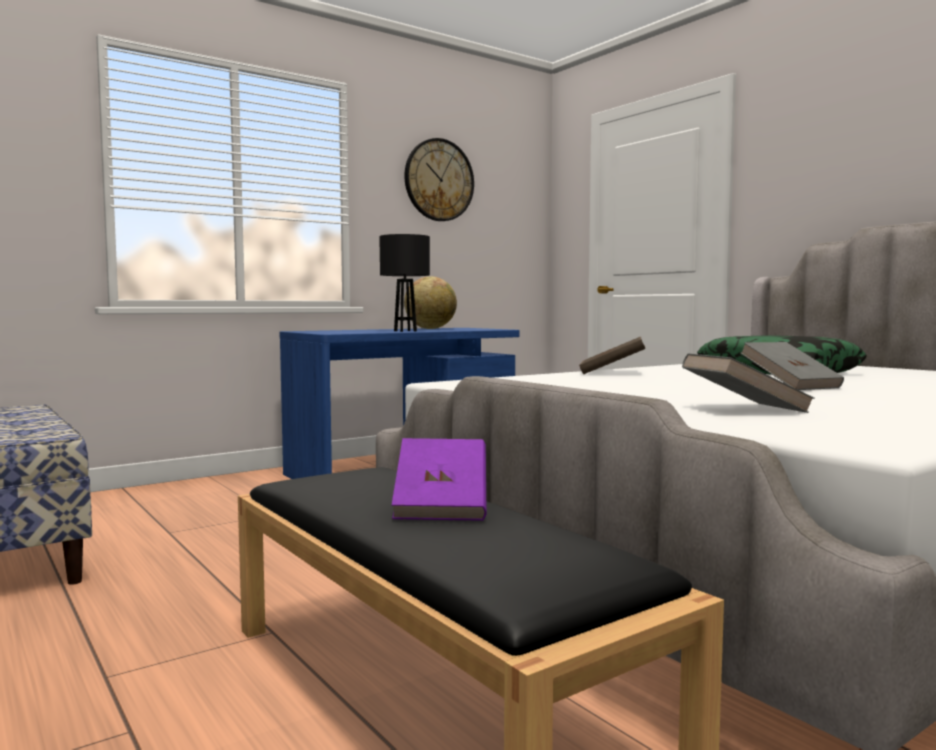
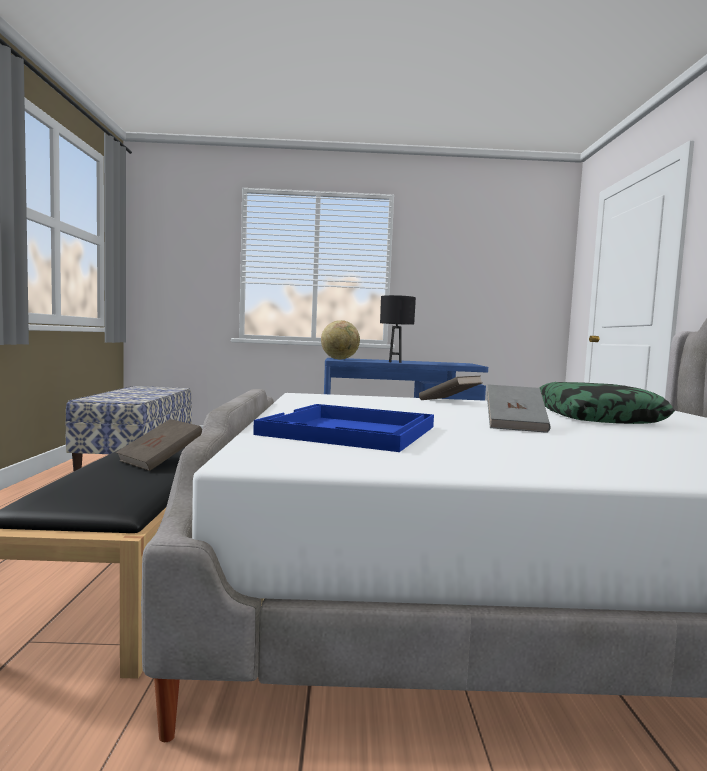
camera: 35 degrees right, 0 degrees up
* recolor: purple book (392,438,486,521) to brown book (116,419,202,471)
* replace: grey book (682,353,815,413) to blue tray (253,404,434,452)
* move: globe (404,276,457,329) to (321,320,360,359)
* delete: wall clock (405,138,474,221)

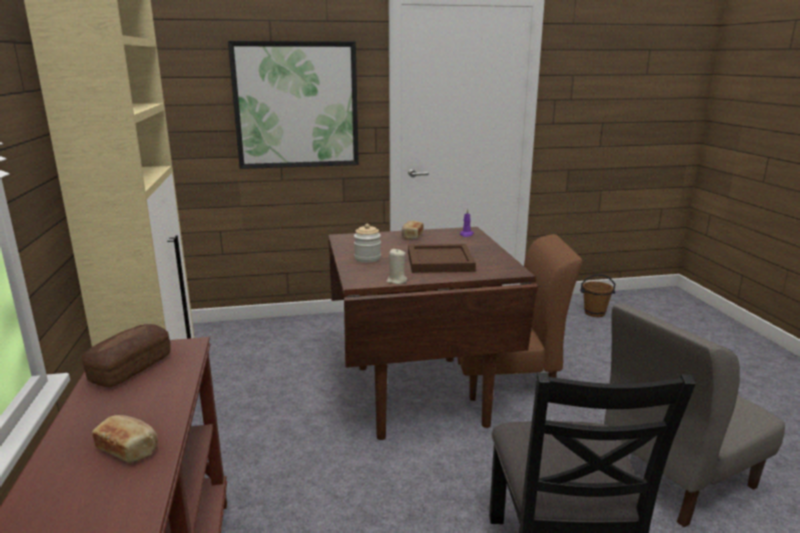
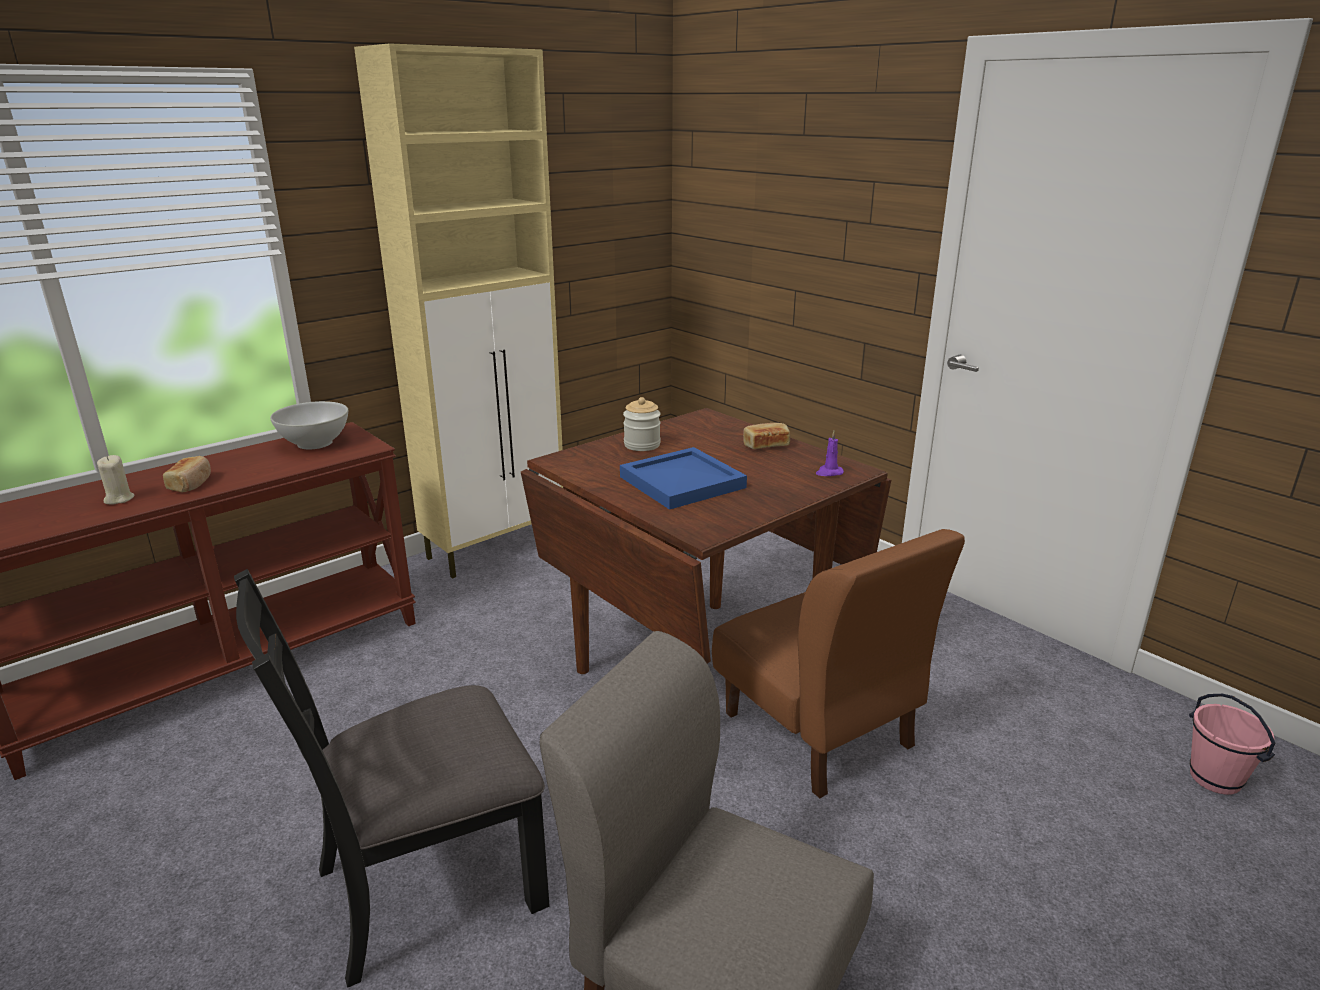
camera: 60 degrees right, 5 degrees up
* move: beige candle (386,249,407,284) to (97,455,134,505)
* replace: bread (81,324,171,387) to white bowl (270,401,348,450)
* recolor: brown tray (408,244,476,273) to blue tray (620,447,747,510)
* recolor: brown bucket (580,274,615,317) to pink bucket (1189,694,1275,795)
* delete: picture (228,41,359,169)

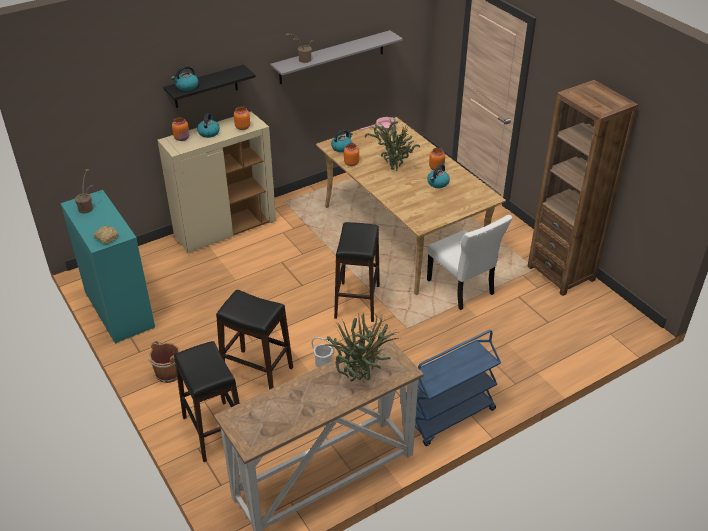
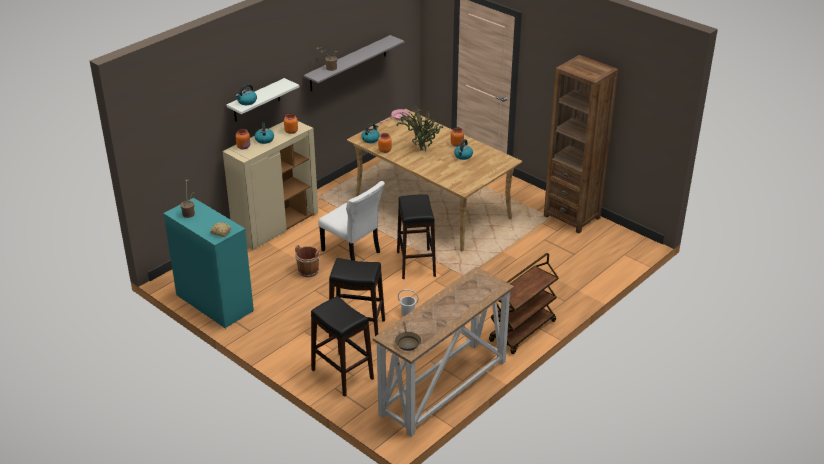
camera: 15 degrees left, 5 degrees down
* recolor: black shelf (163,65,256,108) to white shelf (226,78,299,122)
* move: brown bucket (148,341,181,383) to (295,245,322,277)
* move: white chair (427,215,512,310) to (318,181,385,261)
* insert: brown frying pan (395,322,421,351)
* recolor: blue cart (406,330,501,446) to brown cart (489,253,559,354)
* delete: potted plant (323,313,401,382)

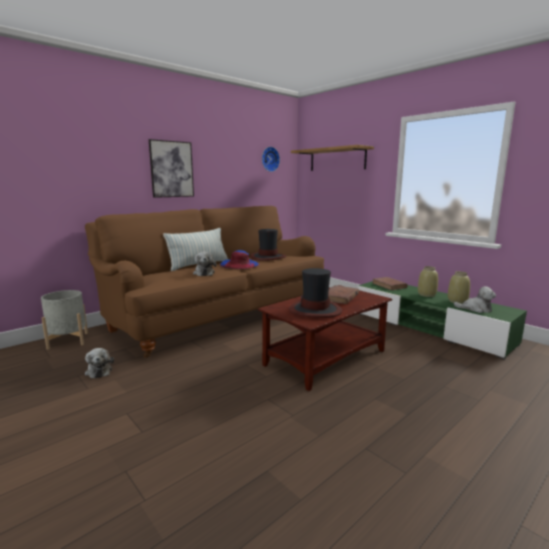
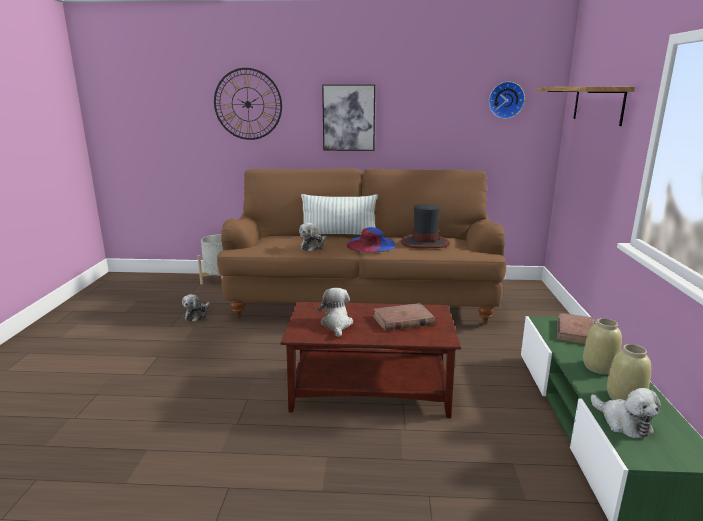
camera: 45 degrees right, 5 degrees up
* insert: wall clock (214,68,282,140)
* replace: hat (289,268,342,318) to plush toy (318,288,353,337)

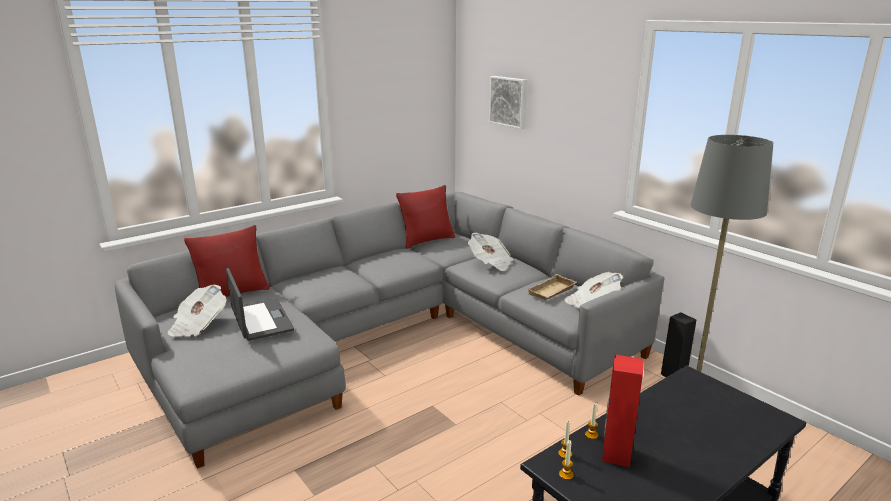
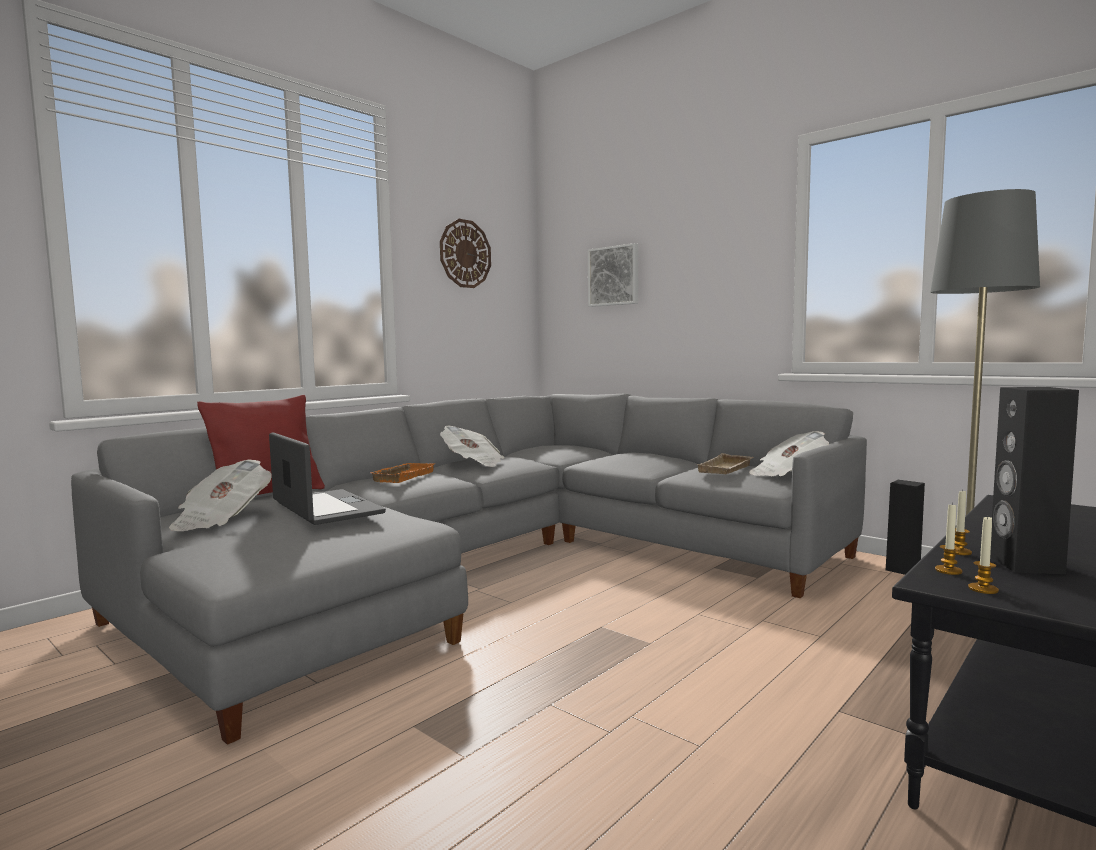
camera: 10 degrees left, 15 degrees down
* insert: orange tray (371,463,435,483)
* insert: wall clock (440,219,491,288)
* move: newspaper (468,233,513,271) to (440,426,504,467)
* recolor: red speaker (602,354,644,467) to black speaker (990,387,1079,574)
* delete: red pillow (396,185,455,249)

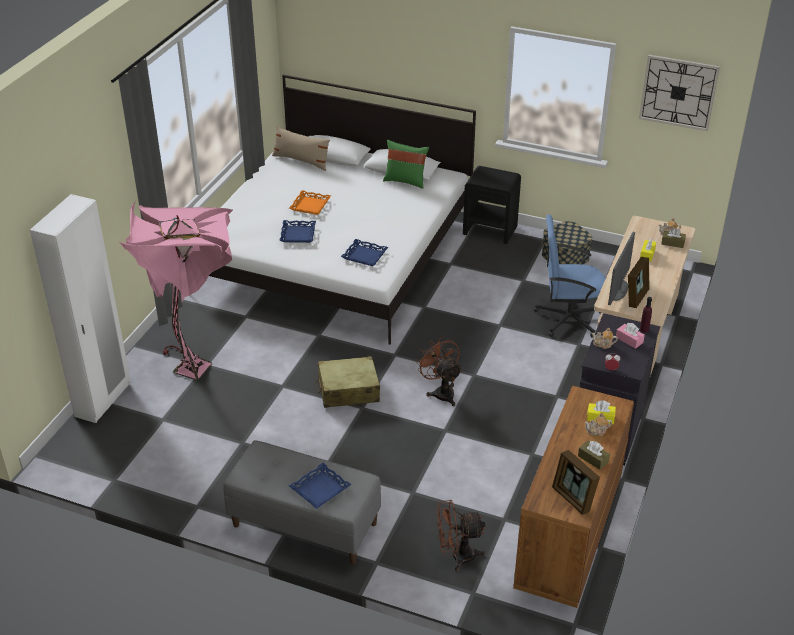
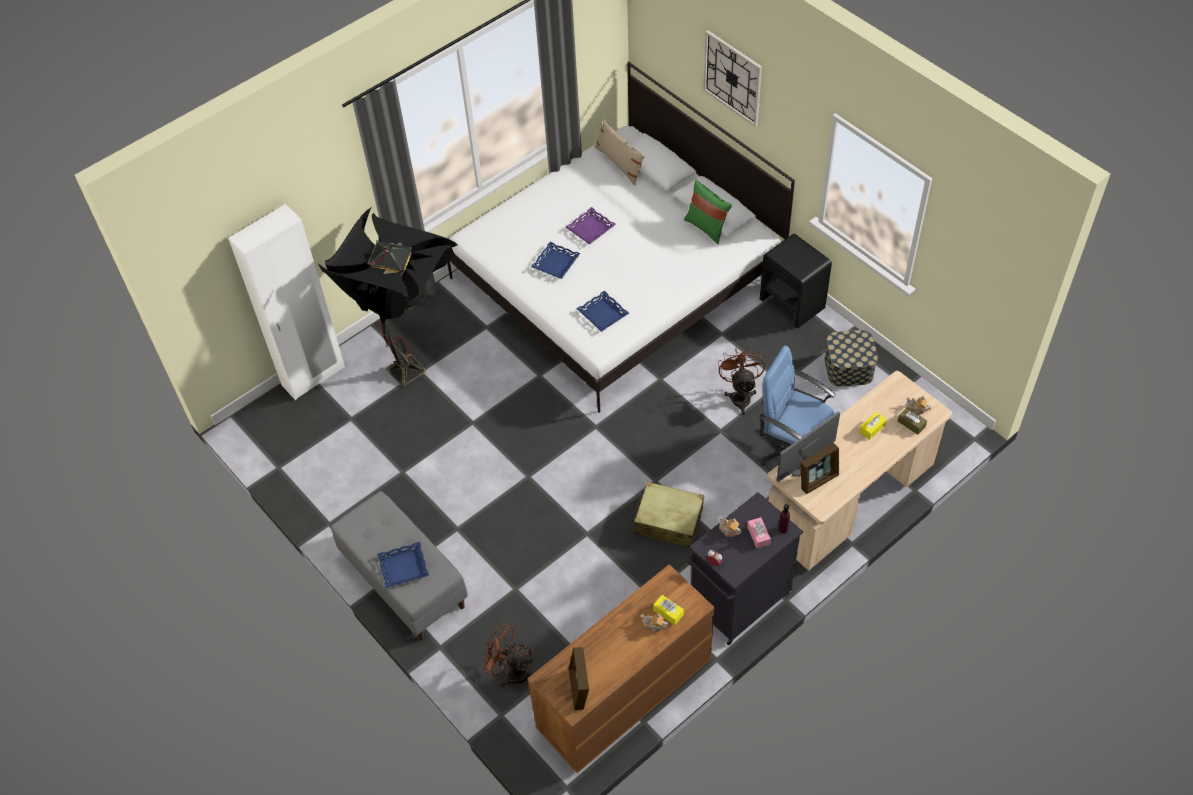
camera: 30 degrees right, 15 degrees up
* recolor: pink floor lamp (120,201,233,380) to black floor lamp (318,207,458,386)
* recolor: orange tray (289,190,331,215) to purple tray (565,207,616,245)
* move: beige suitcase (316,356,380,408) to (634,482,704,548)
* move: wall clock (639,55,720,131) to (703,30,762,127)
* move: brown fan (415,336,462,406) to (718,347,765,415)
* delete: brown tissue box (578,441,610,470)

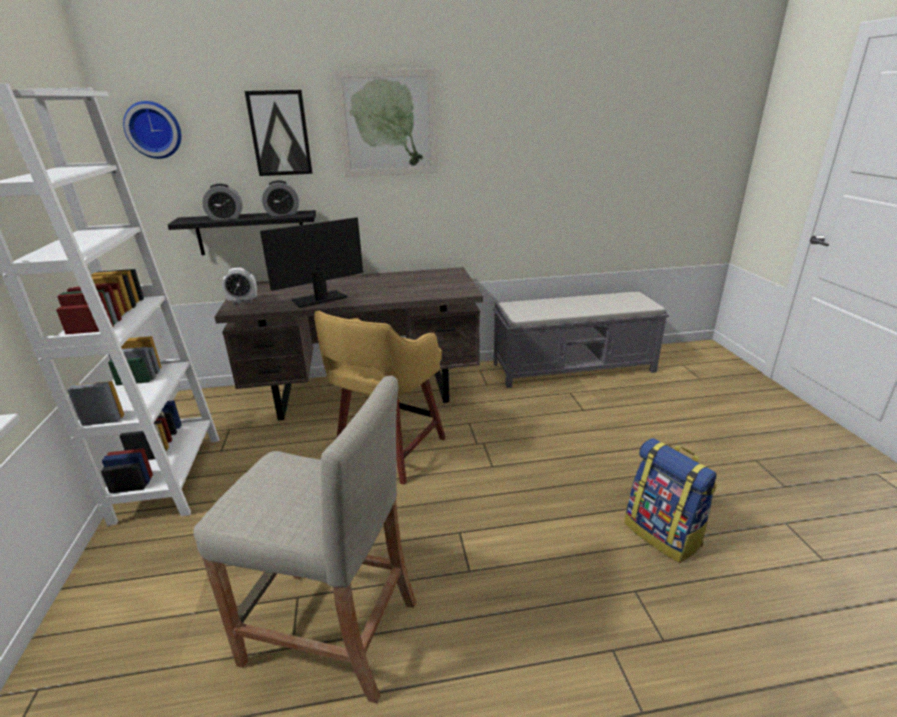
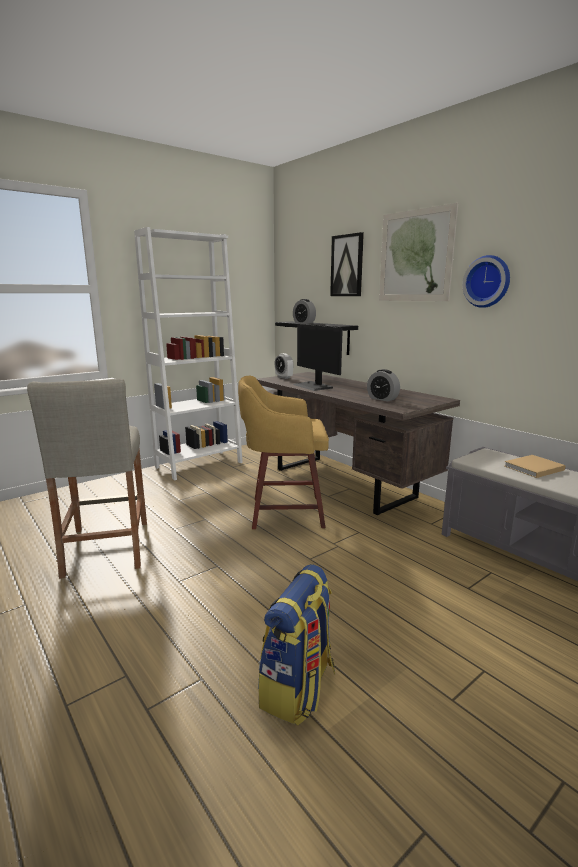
camera: 60 degrees right, 10 degrees down
* rotate: monitor (260,217,363,308) = (293,324,343,391) 150 degrees counterclockwise
* move: alarm clock (262,180,299,216) to (367,369,400,401)
* move: wall clock (123,101,181,159) to (462,255,510,308)
* insert: beige book (504,455,566,478)

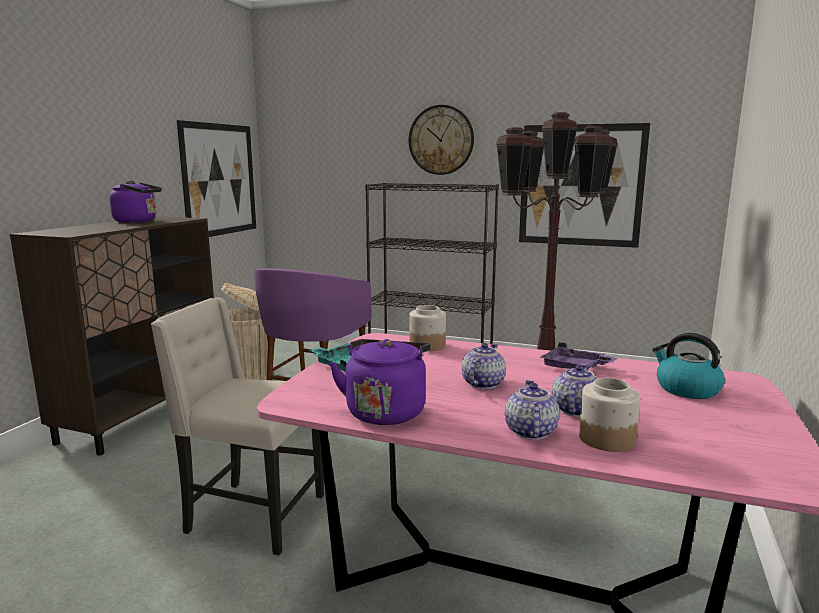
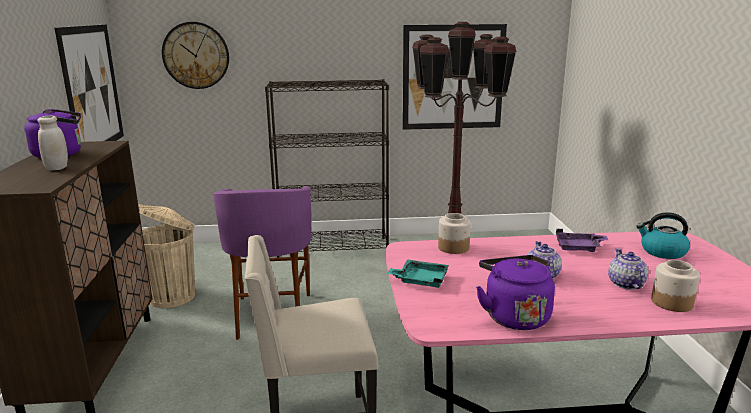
camera: 25 degrees left, 5 degrees up
* insert: white jar (37,116,68,170)
* move: wall clock (409,105,474,175) to (162,22,229,89)
* delete: teapot (505,380,559,440)

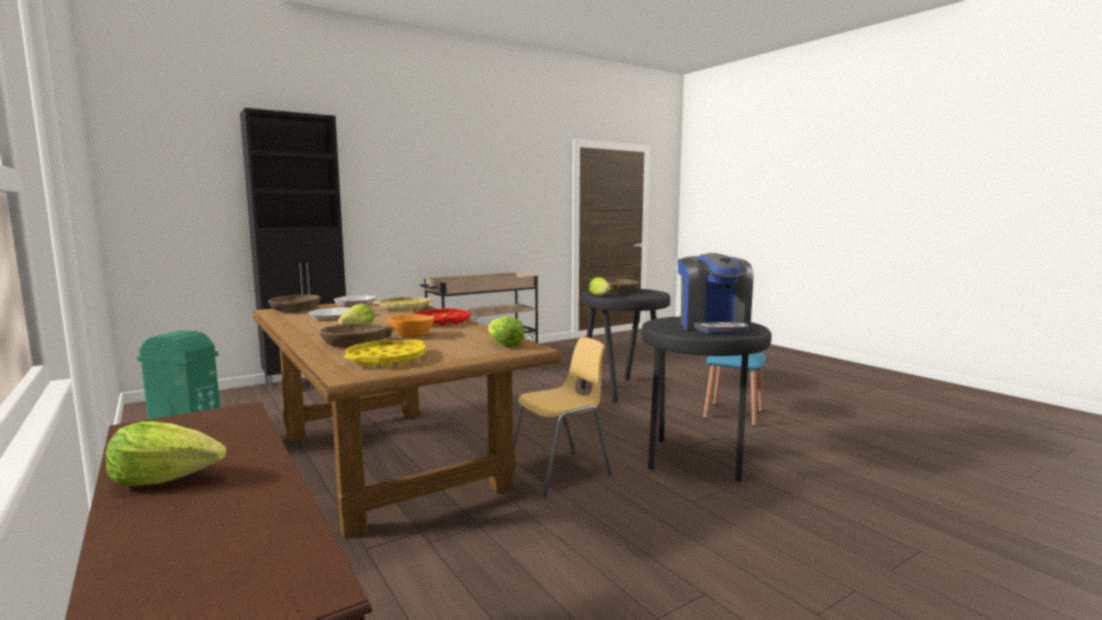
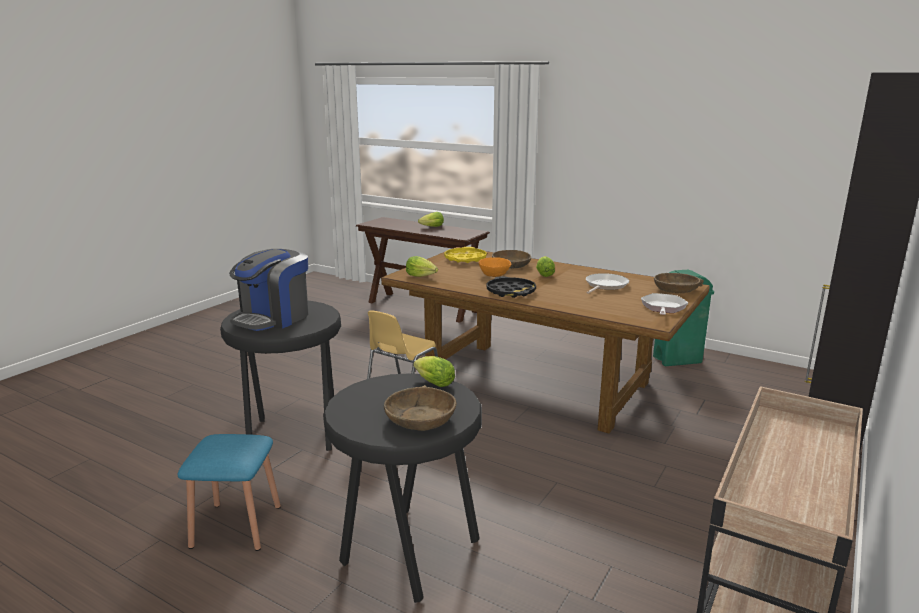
camera: 155 degrees right, 10 degrees up
* rotate: coffee machine (678,253,753,333) = (229,249,308,331) 120 degrees counterclockwise
* recolor: red tray (413,308,470,326) to black tray (487,276,536,298)
* delete: yellow tray (373,297,434,311)

